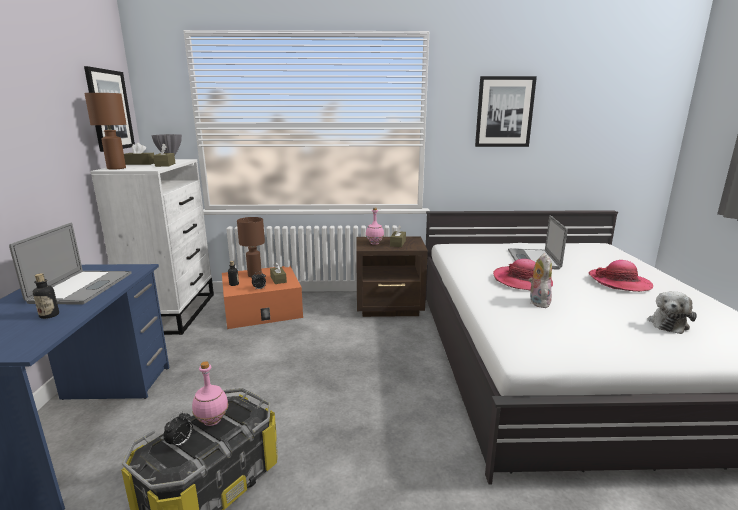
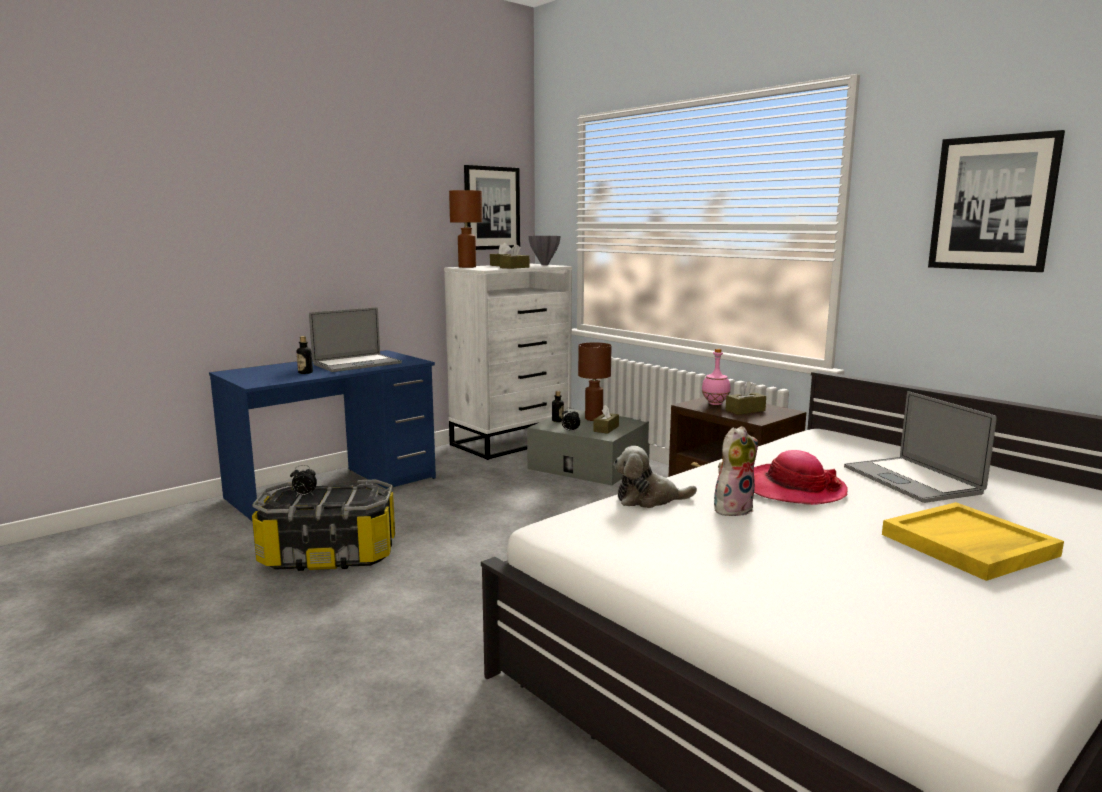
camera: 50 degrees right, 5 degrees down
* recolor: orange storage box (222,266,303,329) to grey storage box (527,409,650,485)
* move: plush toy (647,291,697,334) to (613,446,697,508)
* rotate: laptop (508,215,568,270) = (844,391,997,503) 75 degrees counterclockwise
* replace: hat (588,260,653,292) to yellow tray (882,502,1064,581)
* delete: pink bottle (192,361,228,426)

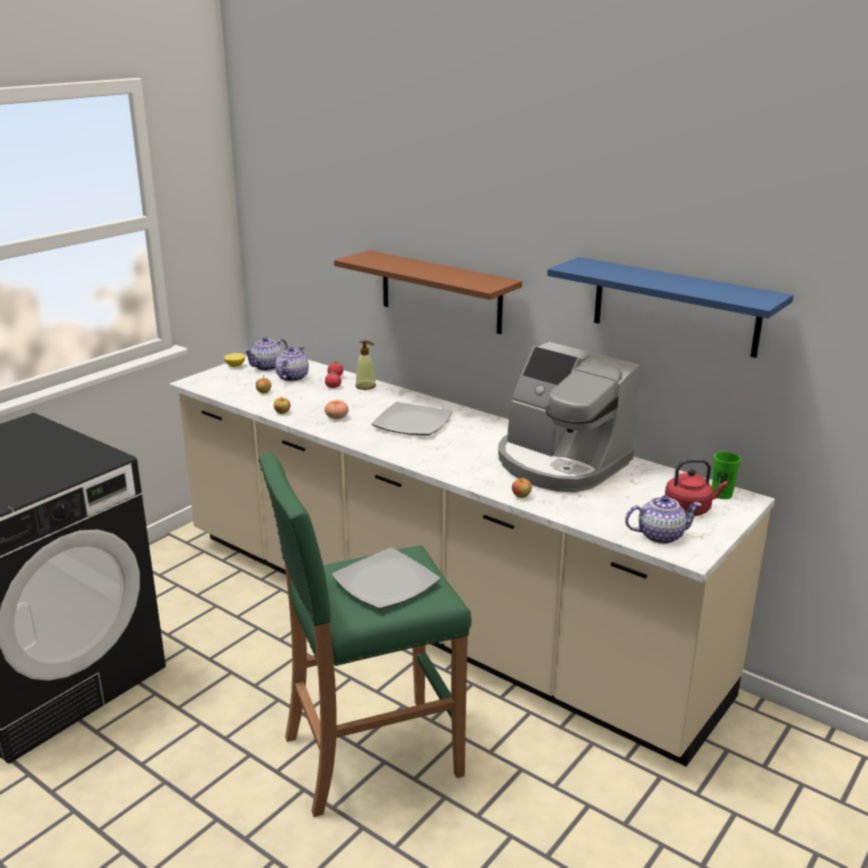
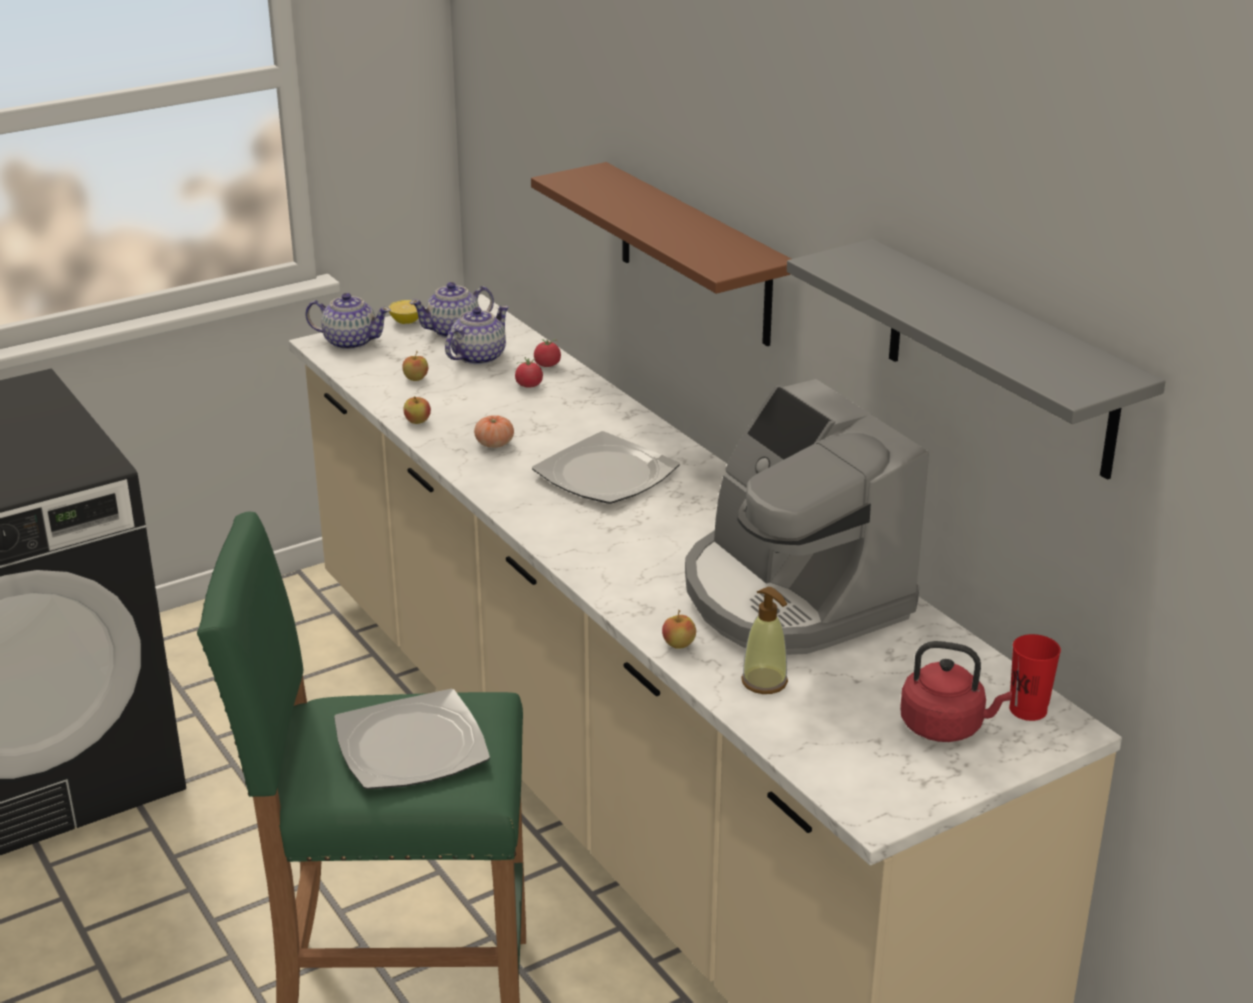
camera: 20 degrees right, 5 degrees up
* move: teapot (625,495,702,544) to (305,293,391,350)
* move: soap dispenser (356,340,376,390) to (741,587,788,694)
* recolor: blue shelf (547,257,794,358) to grey shelf (787,239,1166,480)
* recolor: green cup (712,452,741,499) to red cup (1009,634,1061,721)

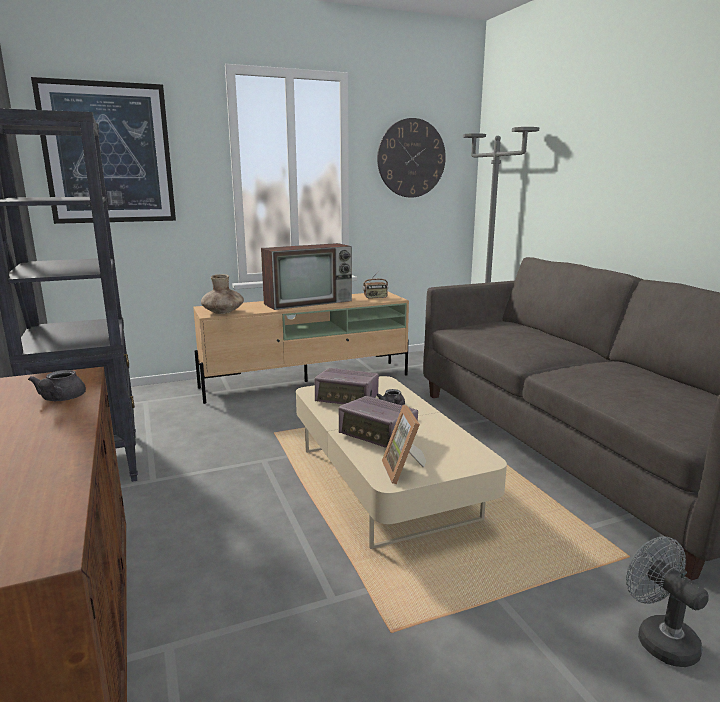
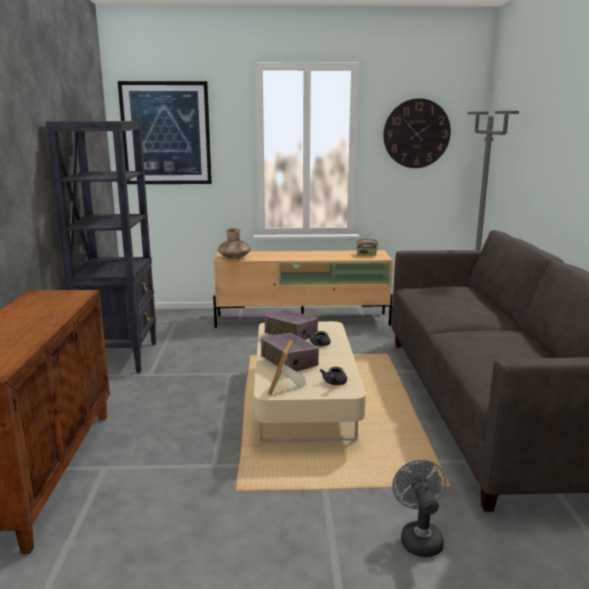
camera: 20 degrees right, 0 degrees up
* move: grey teapot (28,370,86,401) to (320,367,347,385)
* delete: television (261,243,352,310)

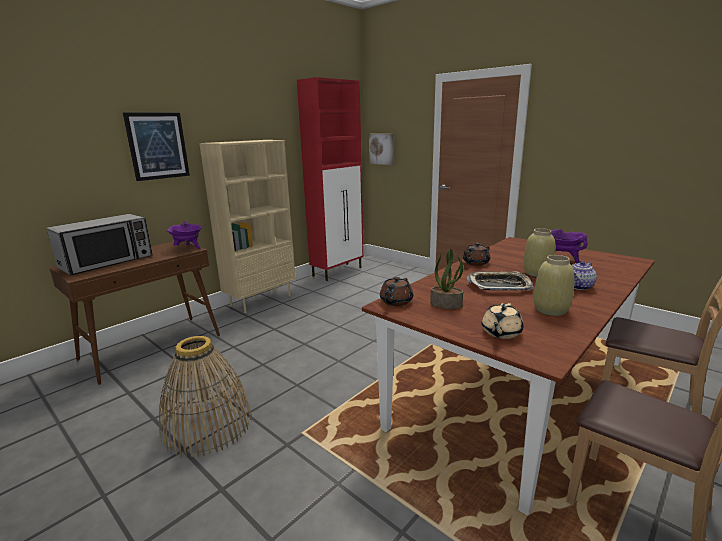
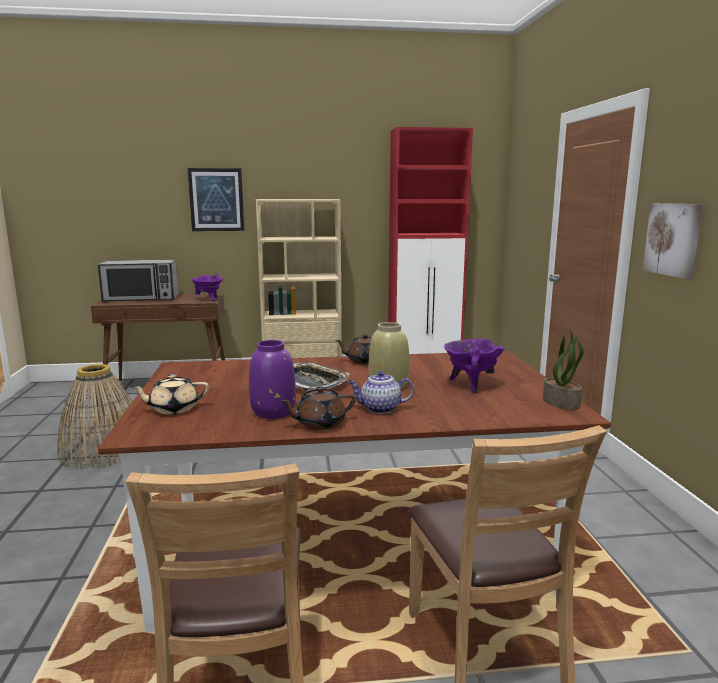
camera: 40 degrees right, 5 degrees down
* recolor: beige vase (534,255,575,316) to purple vase (249,340,296,419)
* move: brown teapot (380,277,413,306) to (279,386,356,430)
* move: potted plant (430,248,463,309) to (543,329,584,410)
* move: picture (369,134,393,165) to (643,203,703,279)

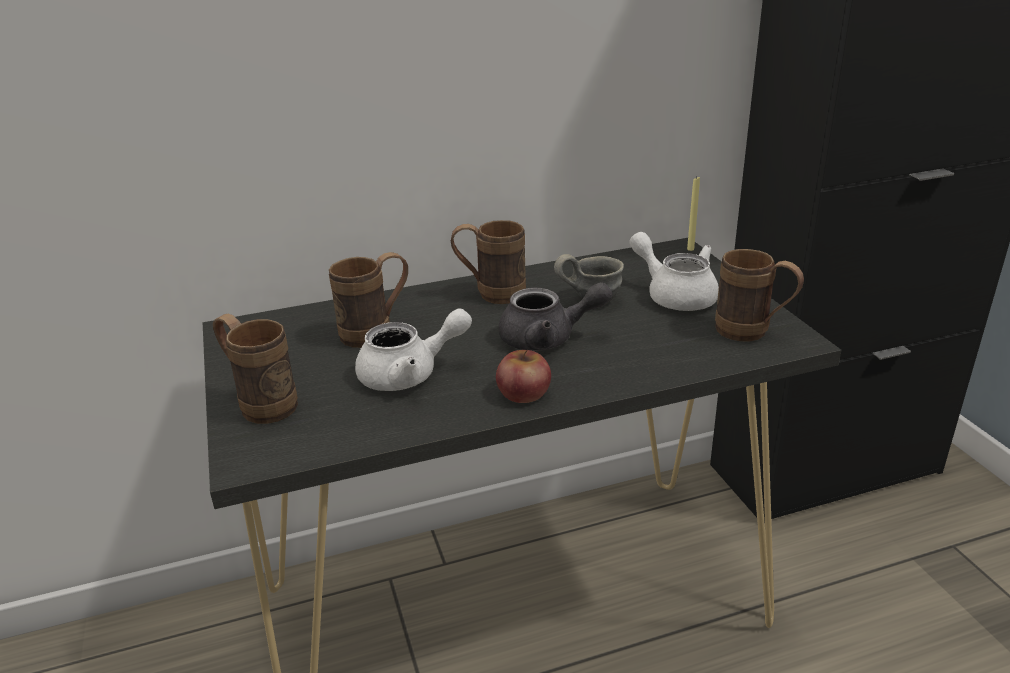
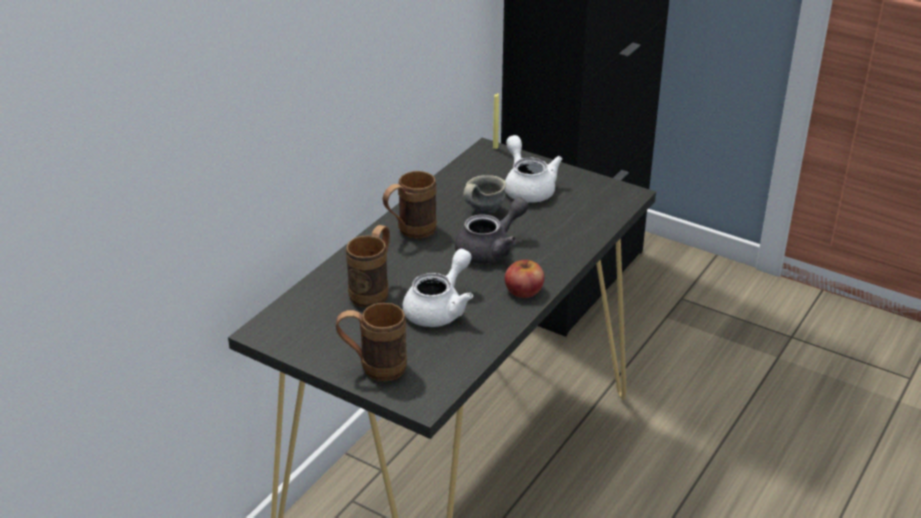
camera: 40 degrees left, 5 degrees up
* rotate: white teapot (629,232,719,311) = (505,135,562,203) 60 degrees clockwise
* delete: brown mug (715,249,804,342)

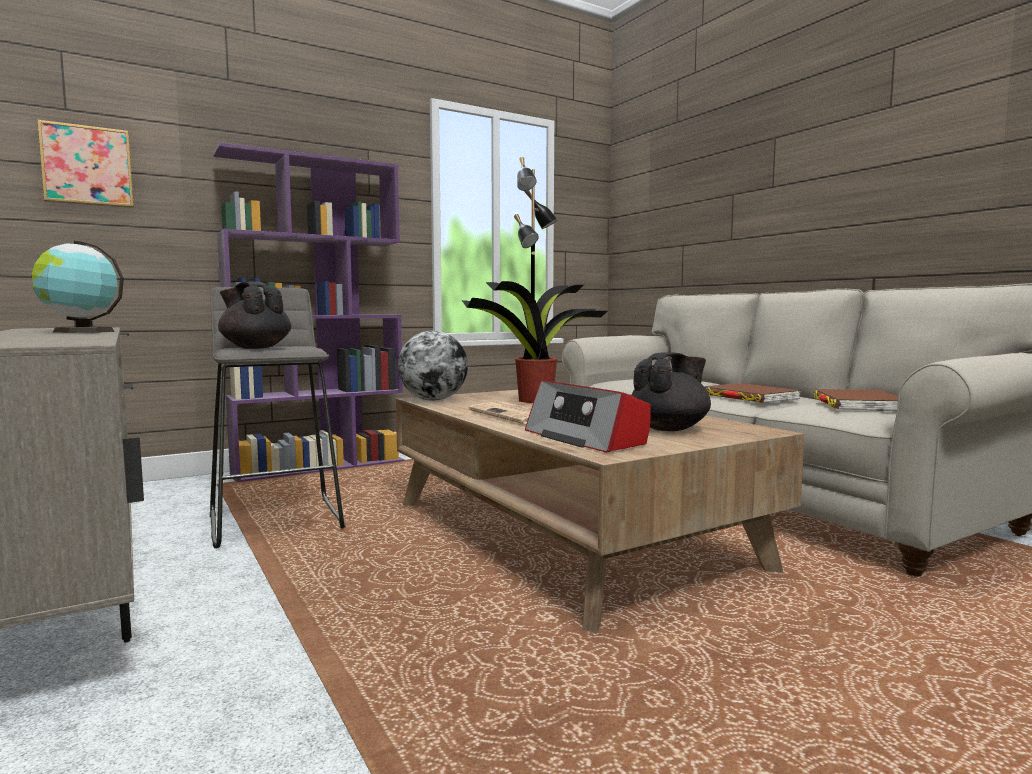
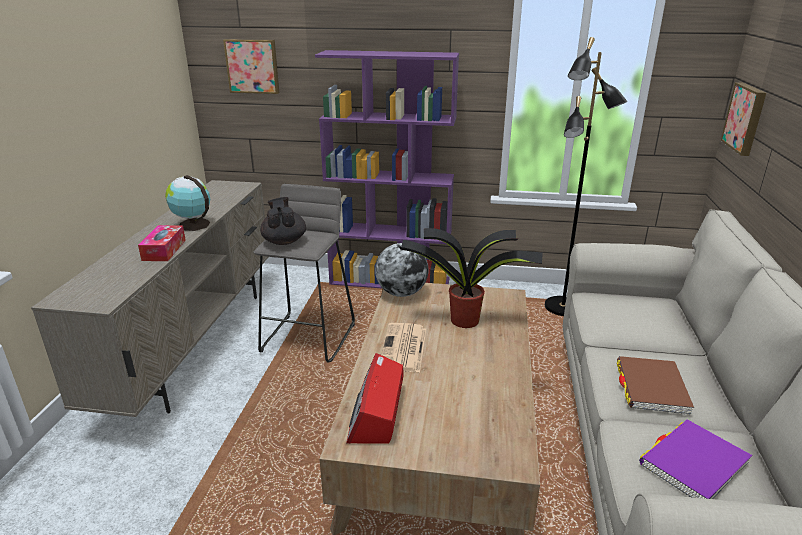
camera: 40 degrees right, 20 degrees up
* insert: tissue box (138,225,186,261)
* recolor: brown book (813,389,898,412) to purple book (639,420,752,499)
* insert: picture (720,82,766,156)
* delete: black teapot (631,352,711,431)

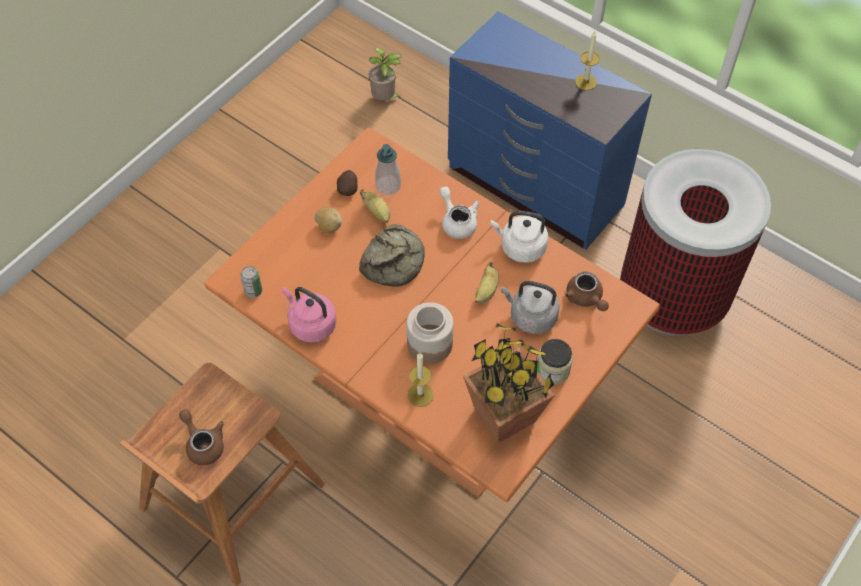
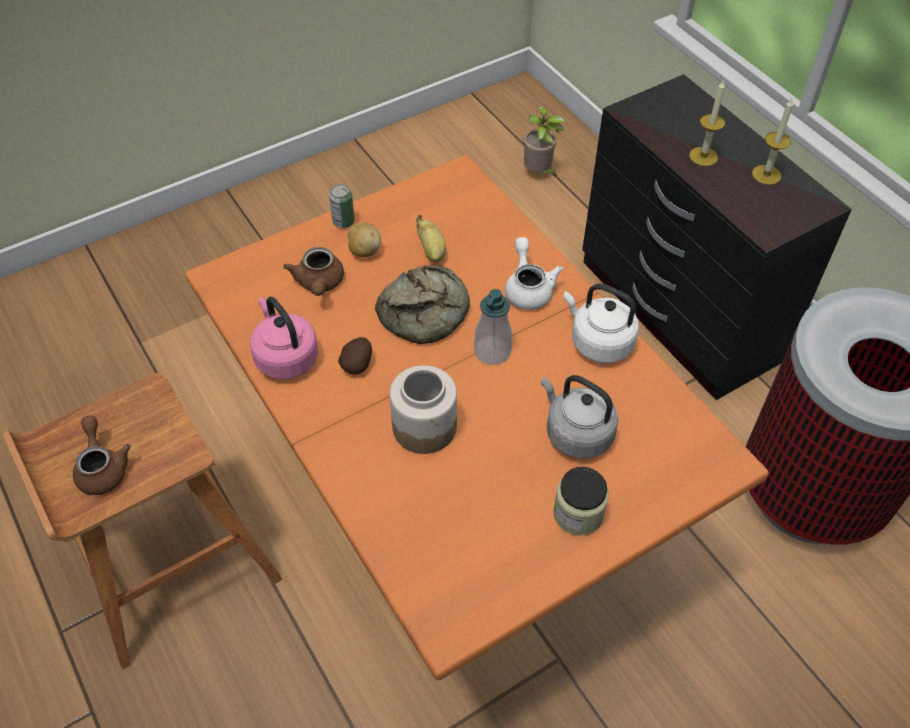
camera: 20 degrees right, 5 degrees down
* move: brown teapot (565,272,609,311) to (283,247,344,296)
* move: can (240,266,262,298) to (329,184,355,228)
* move: potato (337,170,358,196) to (338,337,372,375)
* move: soap dispenser (375,144,401,195) to (474,289,512,365)
* recolor: blue dresser (448,11,652,250) to black dresser (582,74,852,400)
* move: candle (407,353,434,407) to (689,80,725,166)
* delete: potted plant (463,324,555,443)
* delete: banana (475,262,499,303)

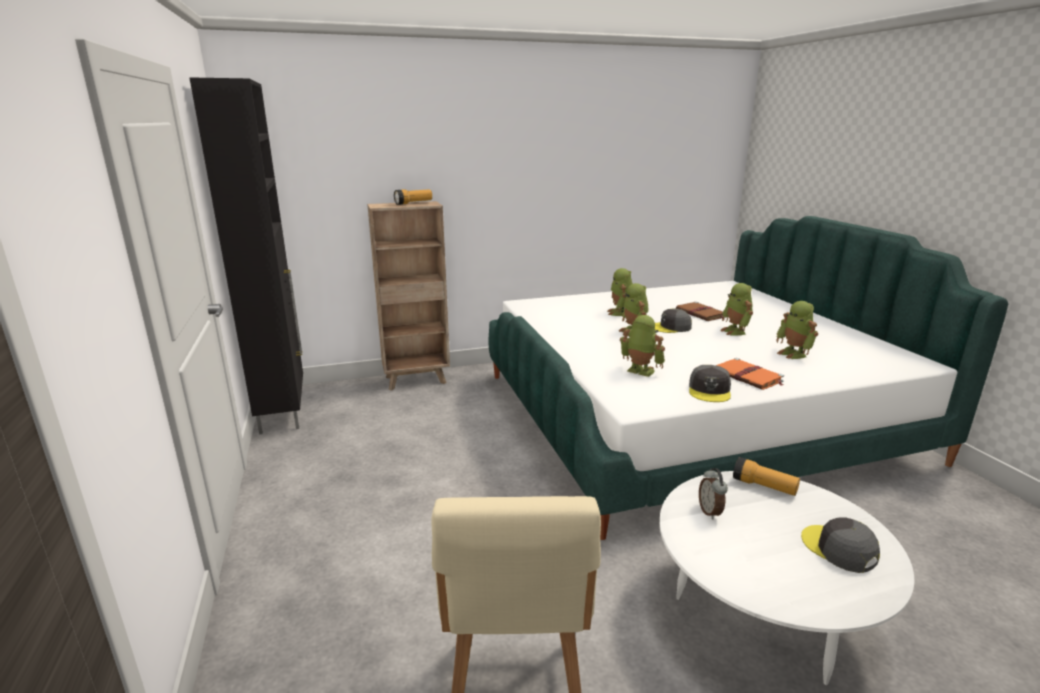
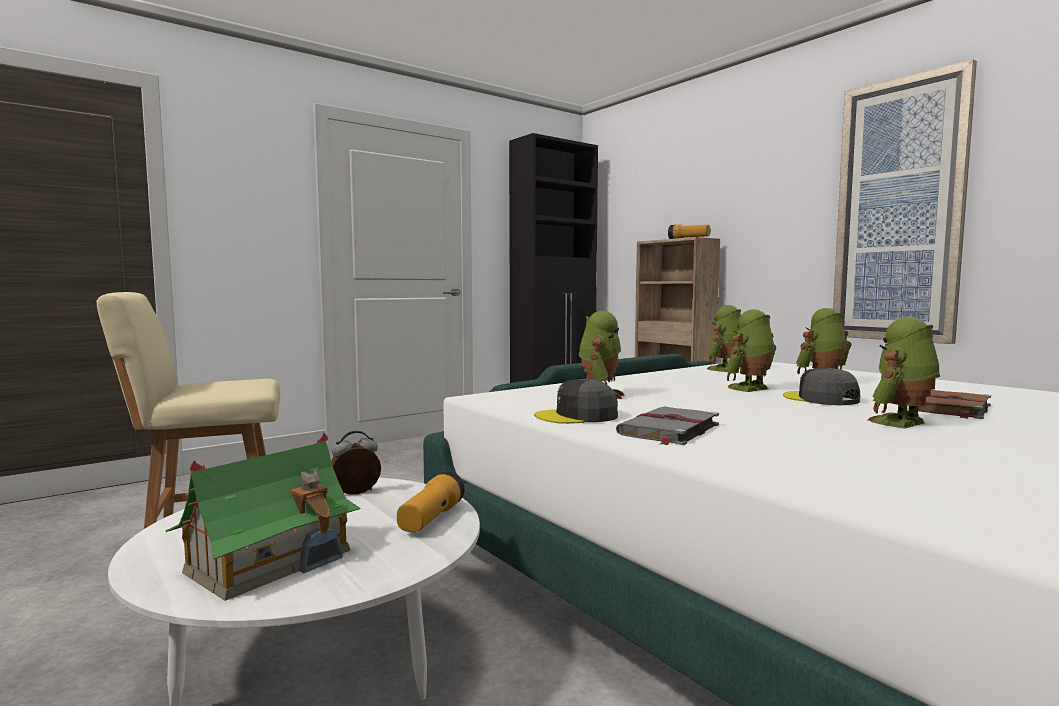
camera: 70 degrees right, 15 degrees down
* replace: grey cap (801,517,880,573) to toy house (166,433,361,601)
* recolor: orange book (716,358,784,390) to grey book (616,407,719,446)
* move: toy robot (776,301,818,359) to (707,305,741,372)
* insert: picture (833,59,977,344)

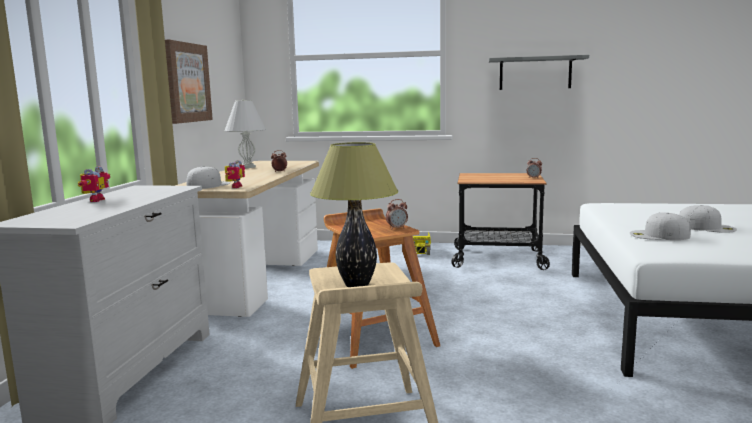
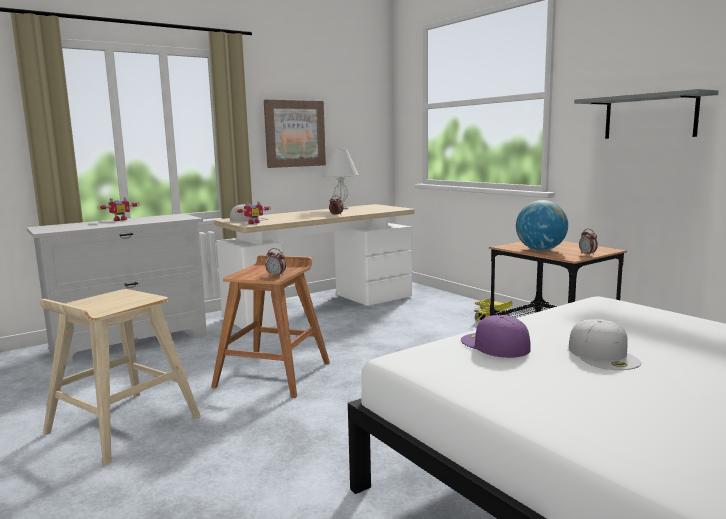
camera: 45 degrees right, 0 degrees up
* recolor: white cap (630,212,691,240) to purple cap (461,315,531,358)
* insert: globe (516,200,568,251)
* delete: table lamp (310,142,399,287)

